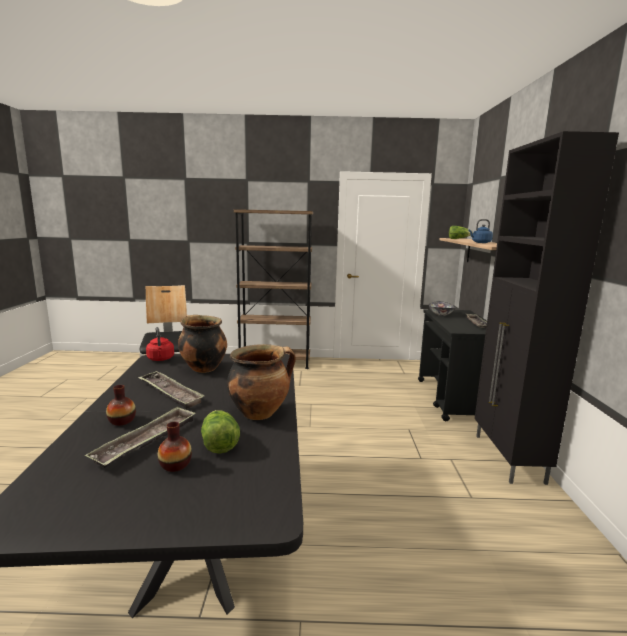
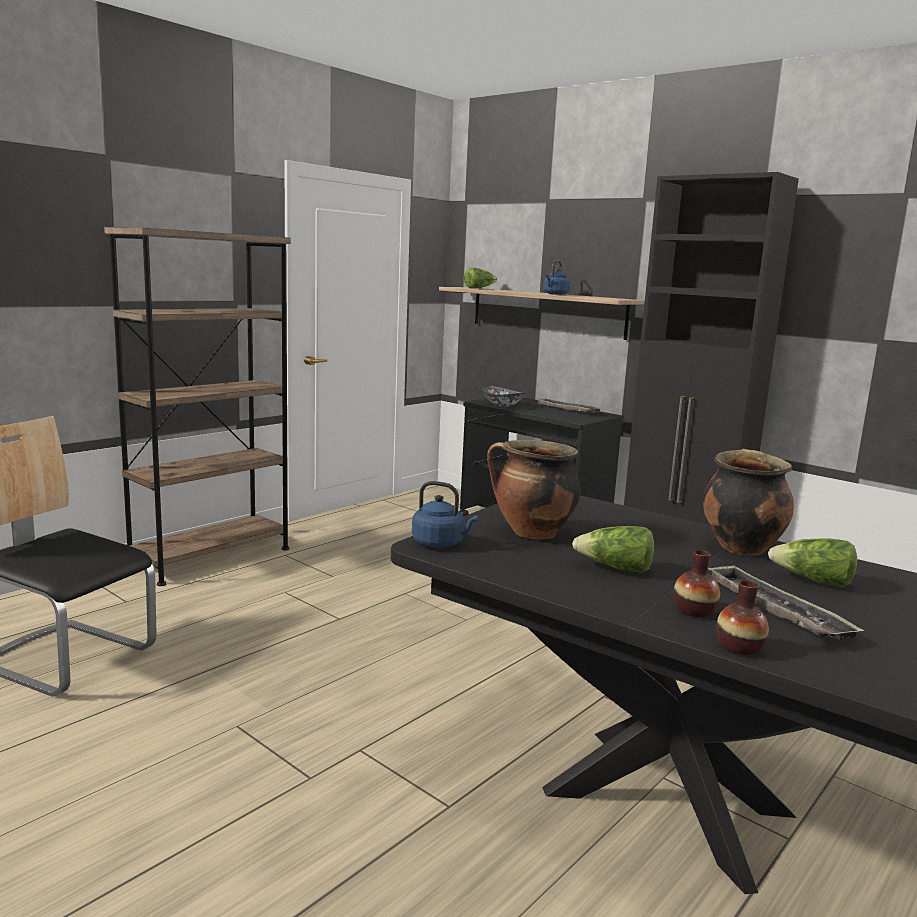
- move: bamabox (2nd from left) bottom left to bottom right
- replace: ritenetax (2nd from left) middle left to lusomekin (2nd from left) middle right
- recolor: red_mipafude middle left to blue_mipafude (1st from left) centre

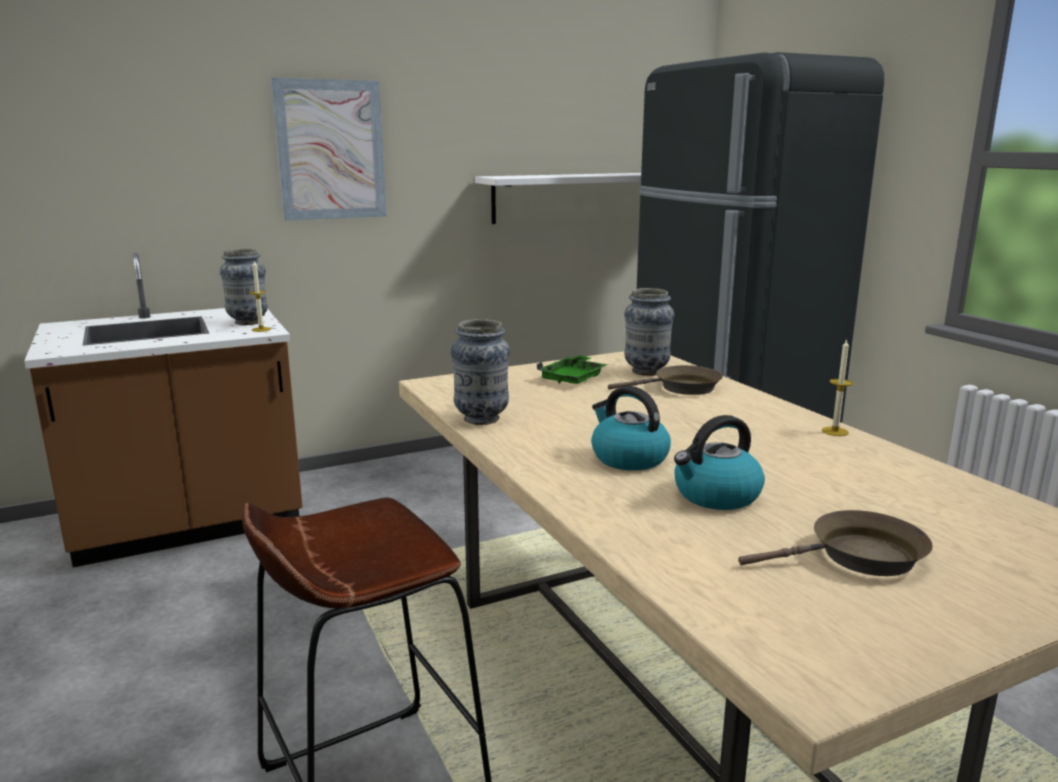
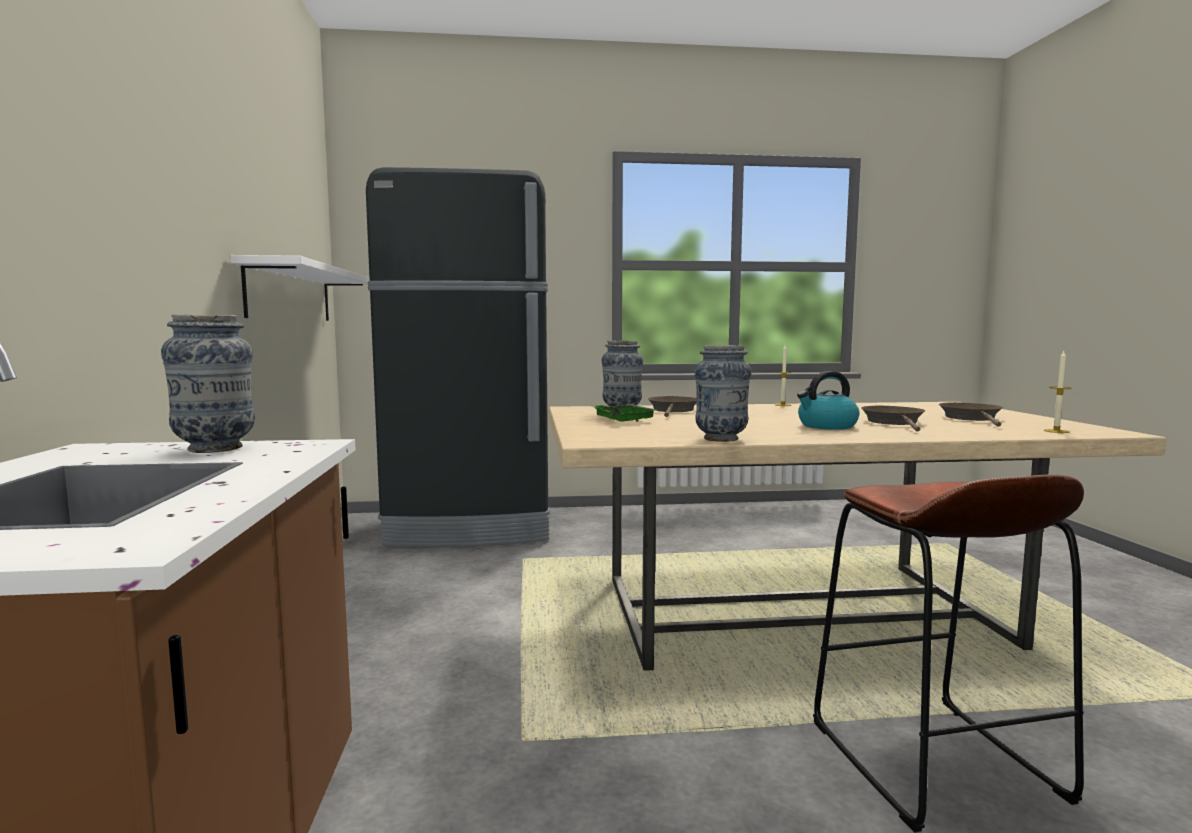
- delete: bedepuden top left
- move: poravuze (1st from left in the first image) middle left to poravuze (2nd from left) middle right
- replace: mipafude (2nd from left) middle right to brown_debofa (2nd from left) middle right

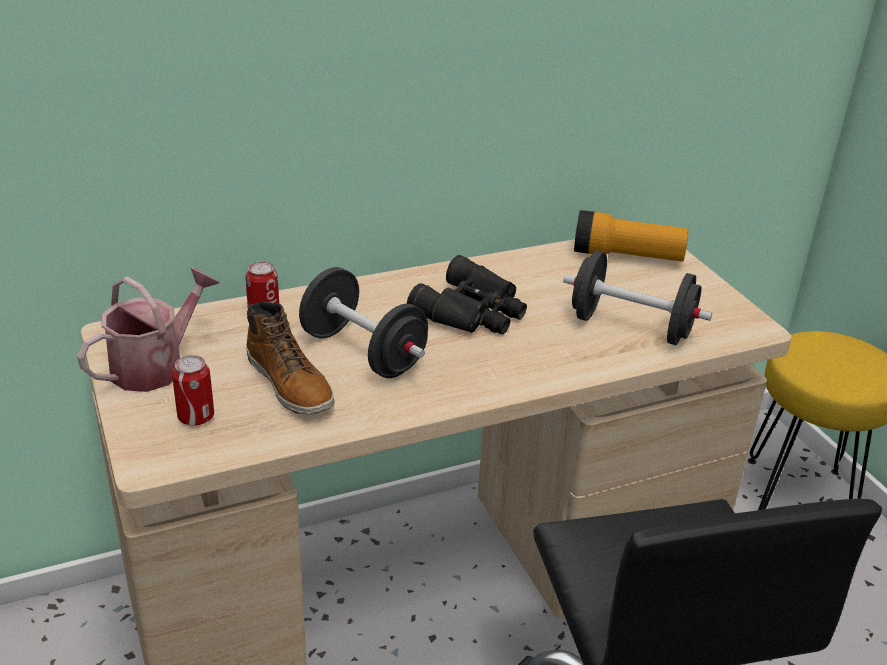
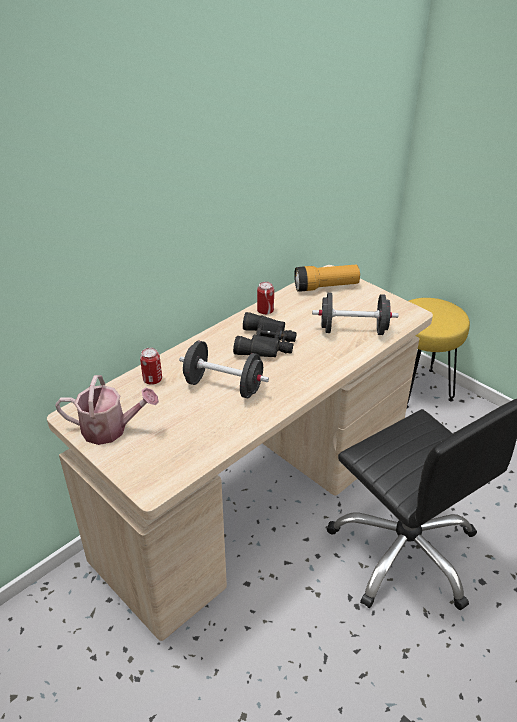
- delete: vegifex middle left
- move: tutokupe (1st from left in the first image) middle left to tutokupe (2nd from left) centre
- rotate: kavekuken middle left = middle left 75 degrees clockwise

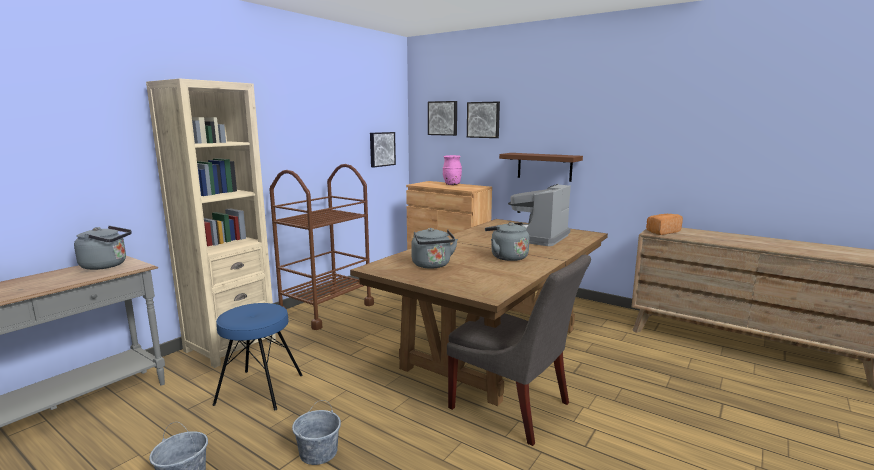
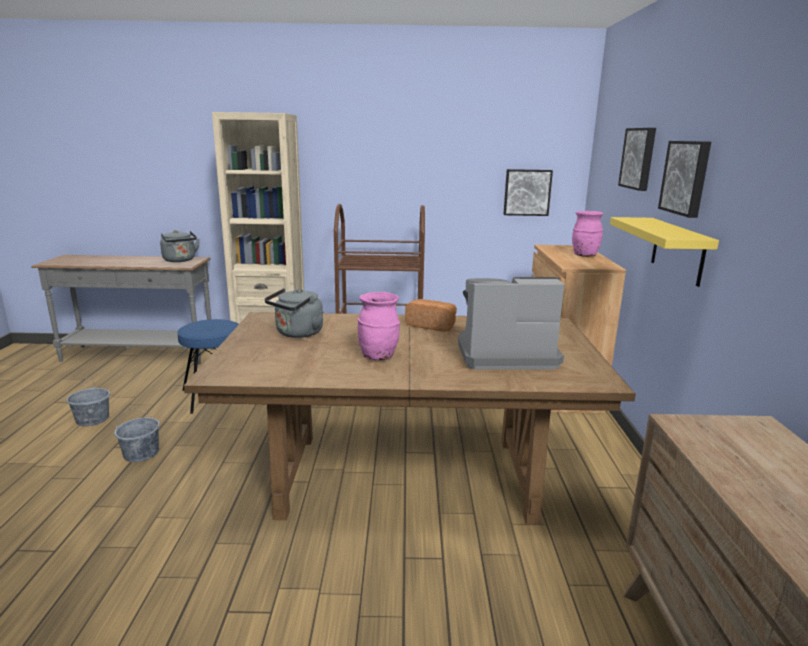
- delete: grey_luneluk bottom centre
- move: bedepuden (2nd from left in the first image) top centre to bedepuden (3rd from left) top right
- move: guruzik middle right to centre
- replace: grey_mipafude (3rd from left) centre to pink_bamabox (1st from left) centre
- recolor: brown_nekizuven centre to yellow_nekizuven middle right

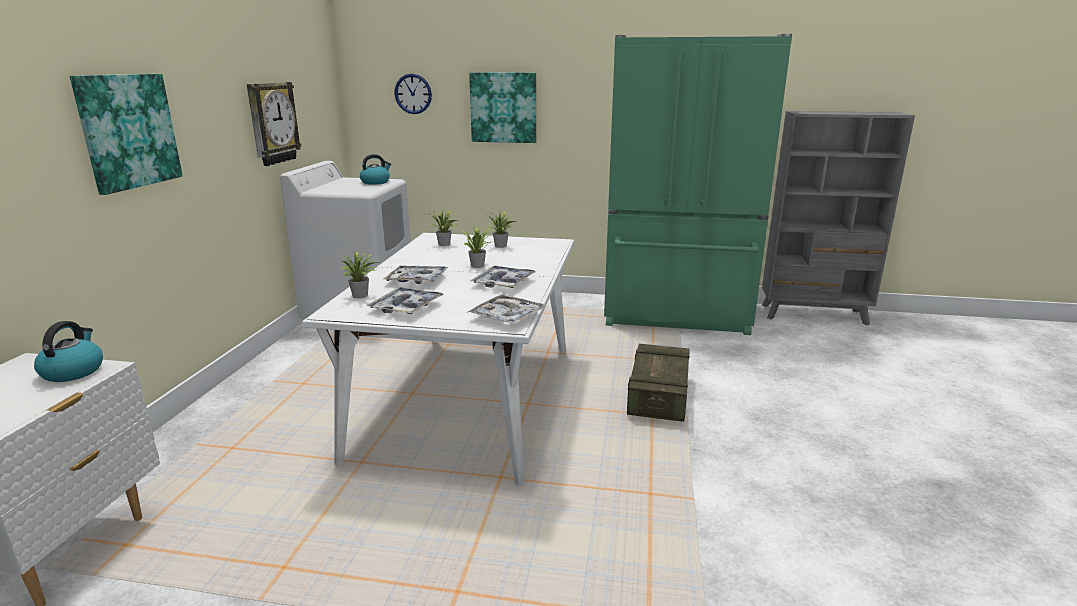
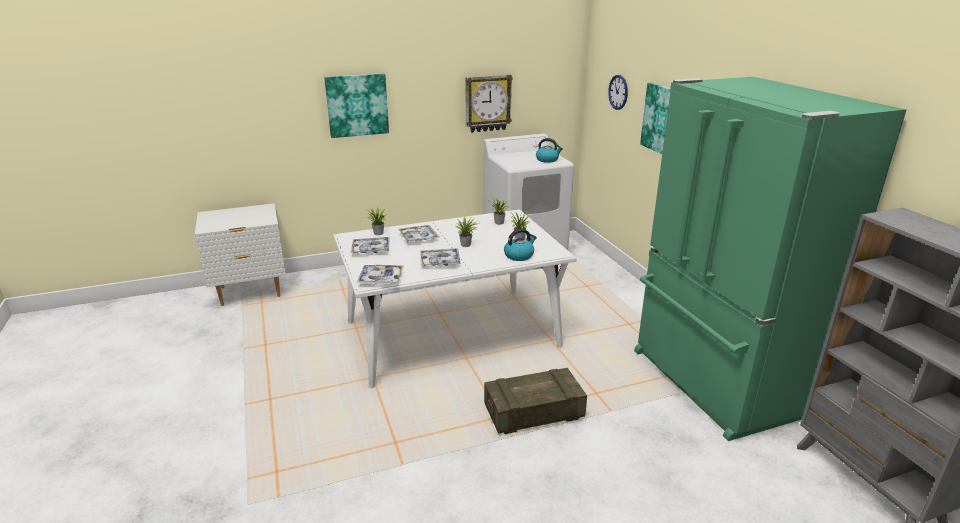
- move: mipafude (1st from left) middle left to centre

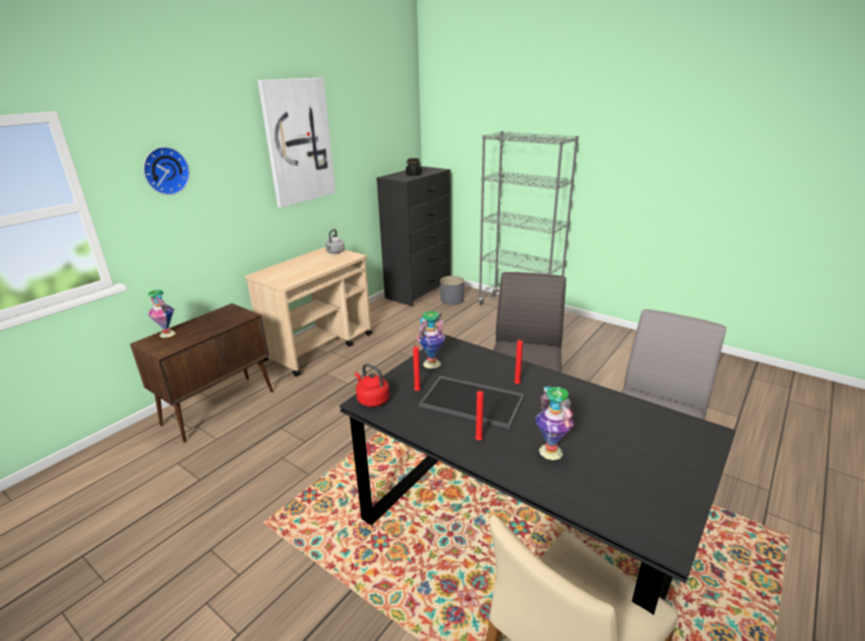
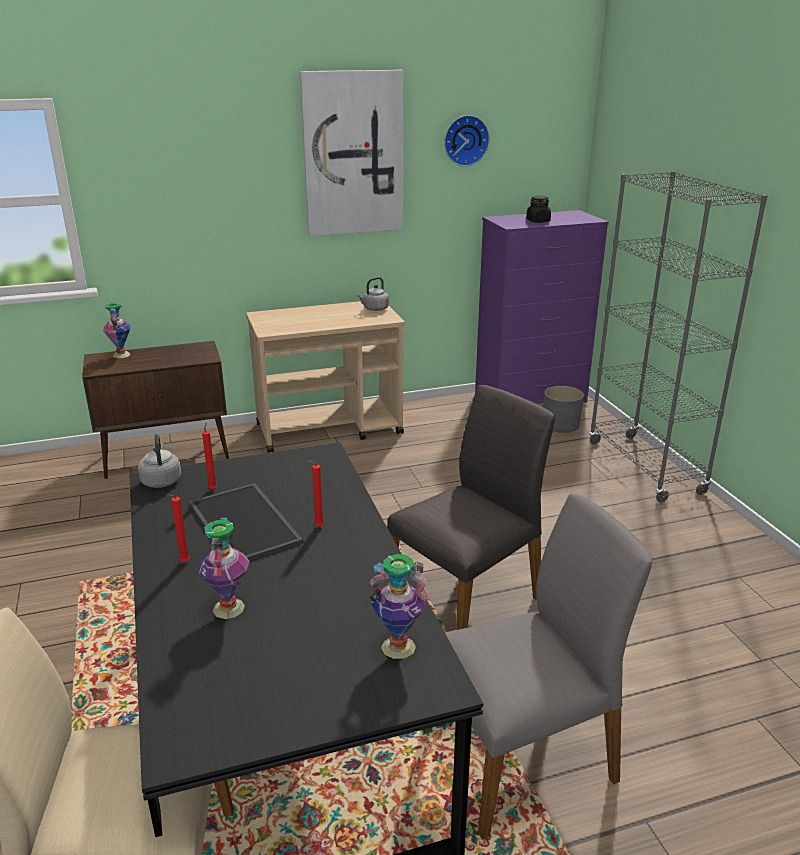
- move: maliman top left to top centre
- move: bamabox (2nd from left in the first image) centre to bamabox (3rd from left) bottom centre
- recolor: red_mipafude centre to grey_mipafude (1st from left) middle left
- recolor: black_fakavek centre to purple_fakavek middle right

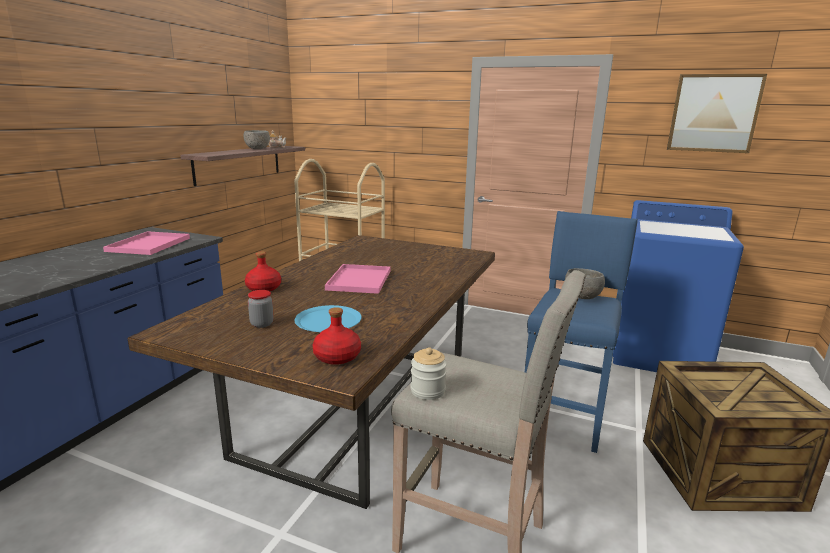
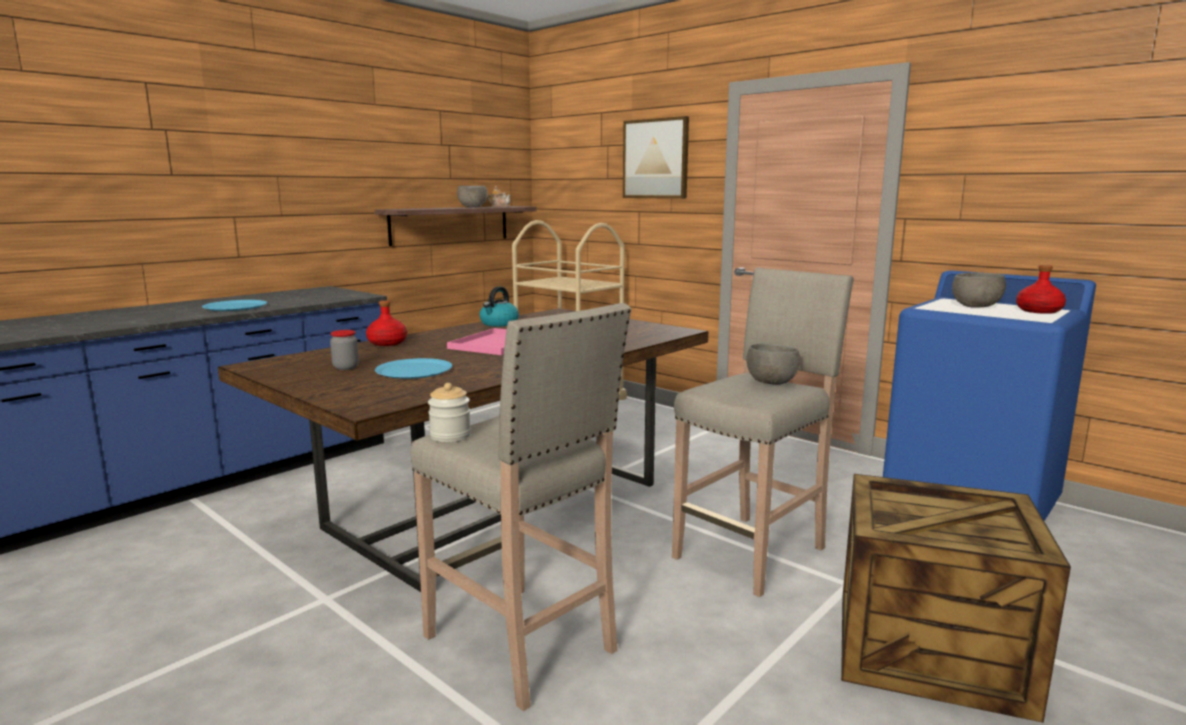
- delete: pink_ritenetax (1st from left) middle left
- insert: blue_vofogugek (1st from left) middle left
- insert: mipafude centre
- insert: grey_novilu (3rd from left) middle right
- move: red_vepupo (2nd from left) centre to middle right
- move: bedepuden top right to top centre
- recolor: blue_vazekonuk middle right to beige_vazekonuk (2nd from left) centre

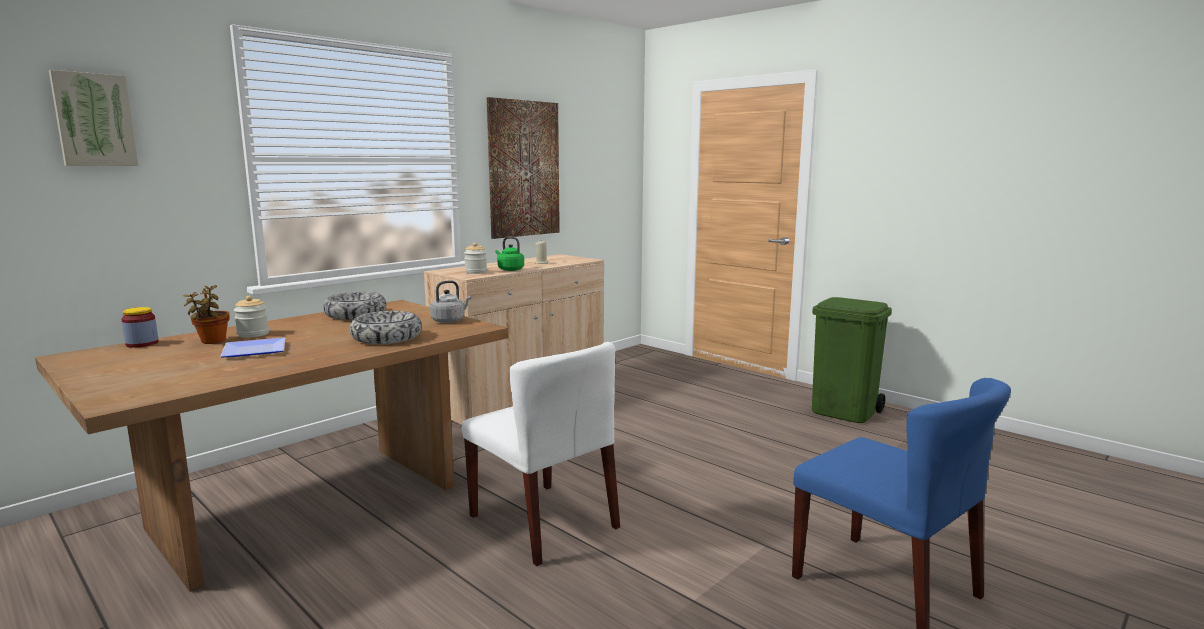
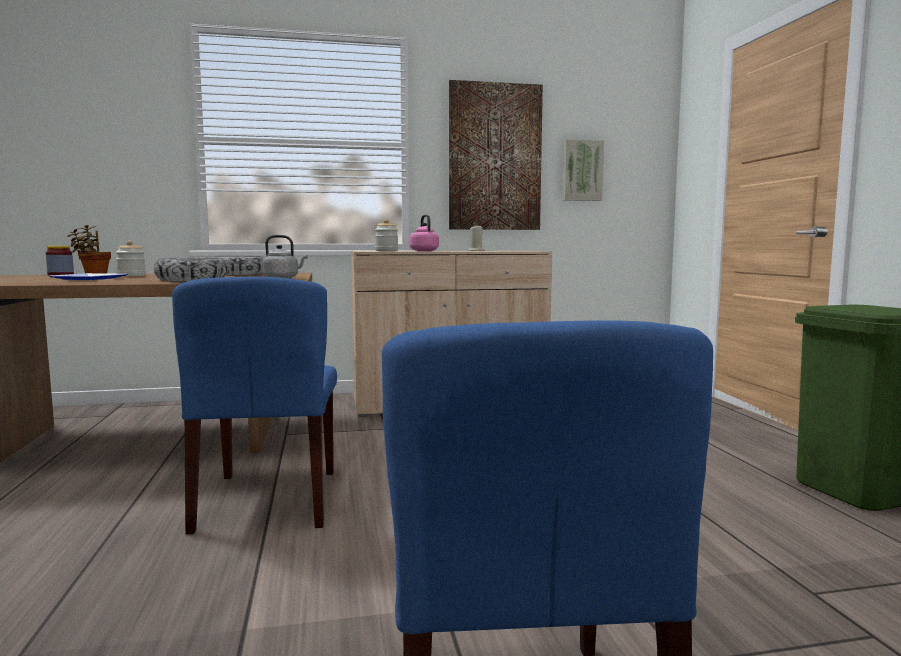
- move: bedepuden (1st from left in the first image) top left to bedepuden (2nd from left) top centre
- recolor: white_luneluk bottom centre to blue_luneluk (1st from left) middle left
- recolor: green_mipafude centre to pink_mipafude centre

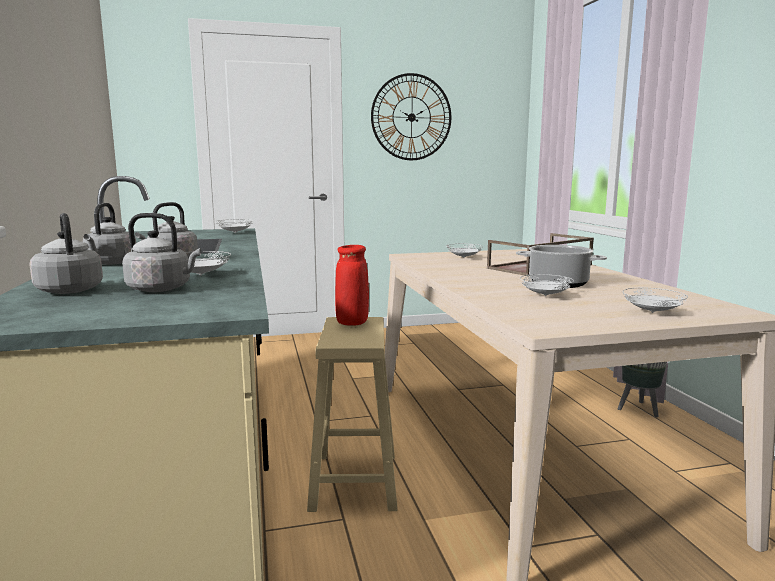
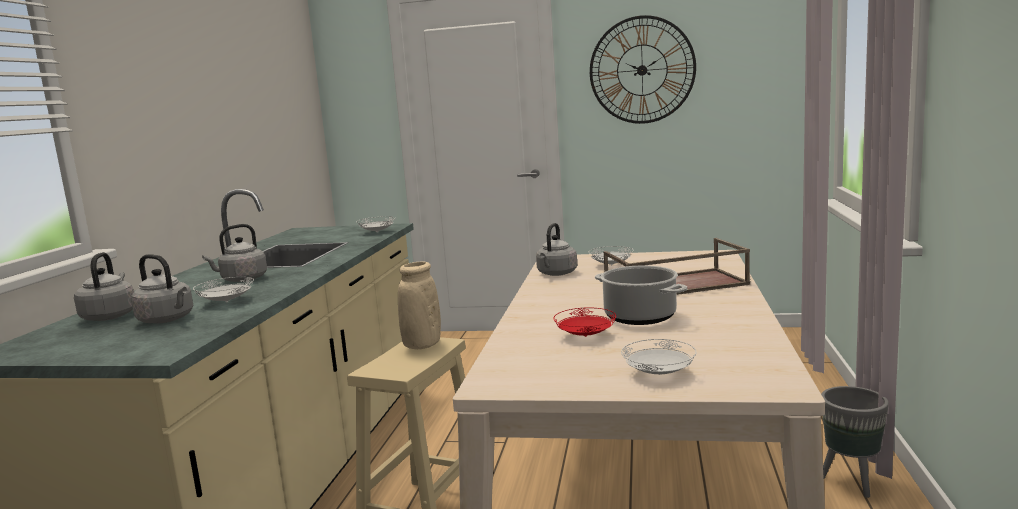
- move: grey_mipafude (2nd from left in the first image) middle left to grey_mipafude (4th from left) centre
- recolor: red_bamabox centre to beige_bamabox centre
- recolor: white_vofogugek (4th from left) middle right to red_vofogugek centre

